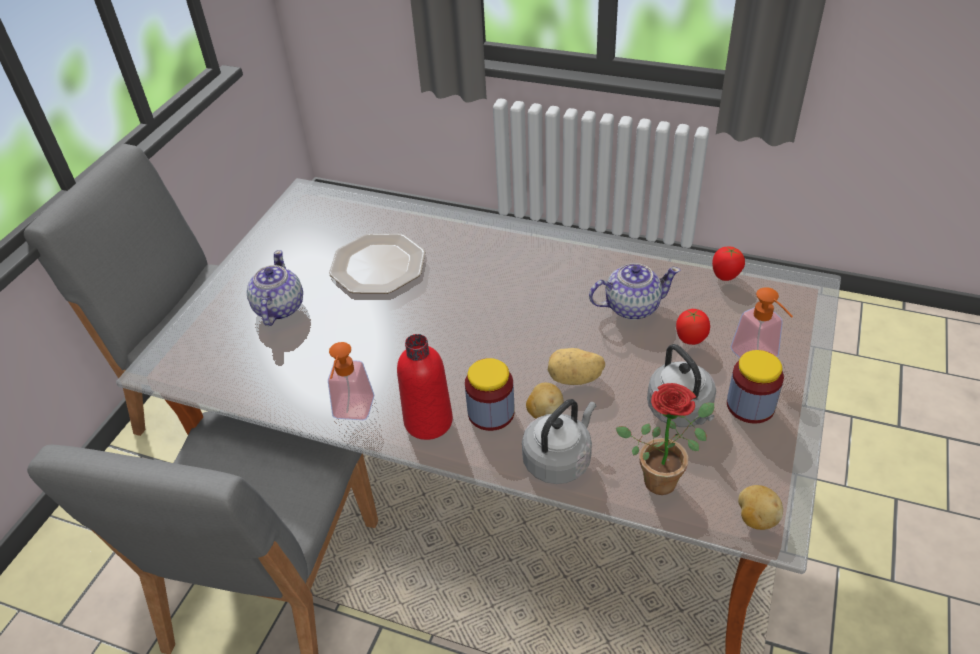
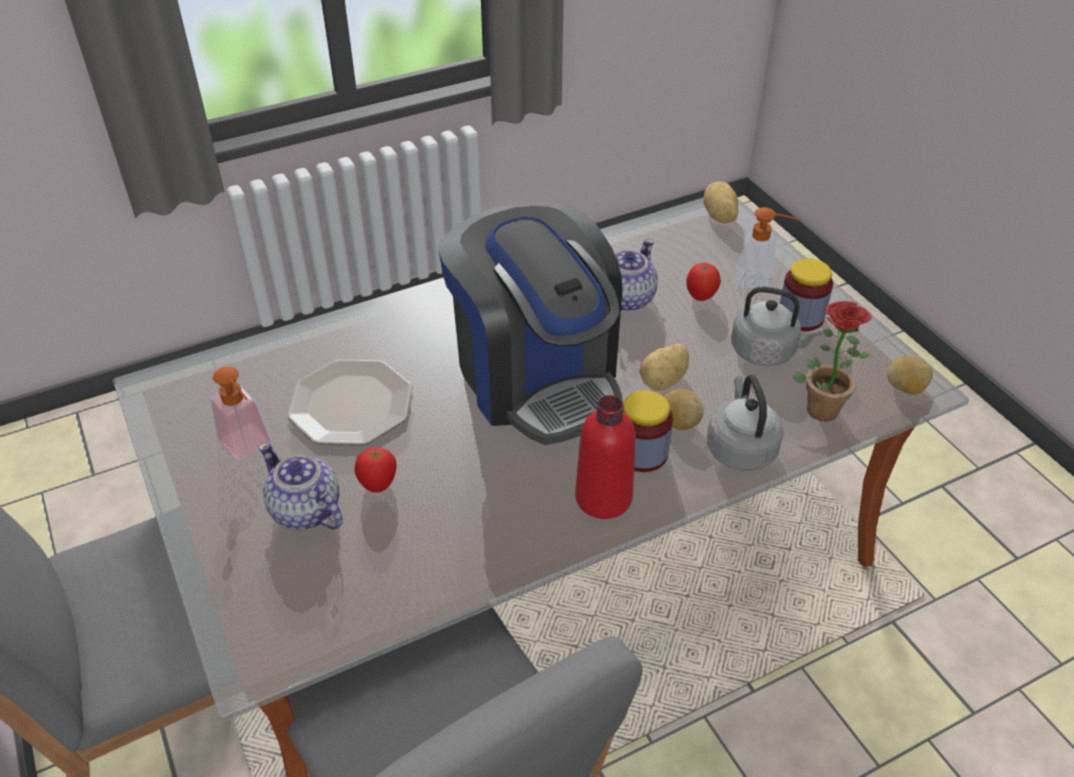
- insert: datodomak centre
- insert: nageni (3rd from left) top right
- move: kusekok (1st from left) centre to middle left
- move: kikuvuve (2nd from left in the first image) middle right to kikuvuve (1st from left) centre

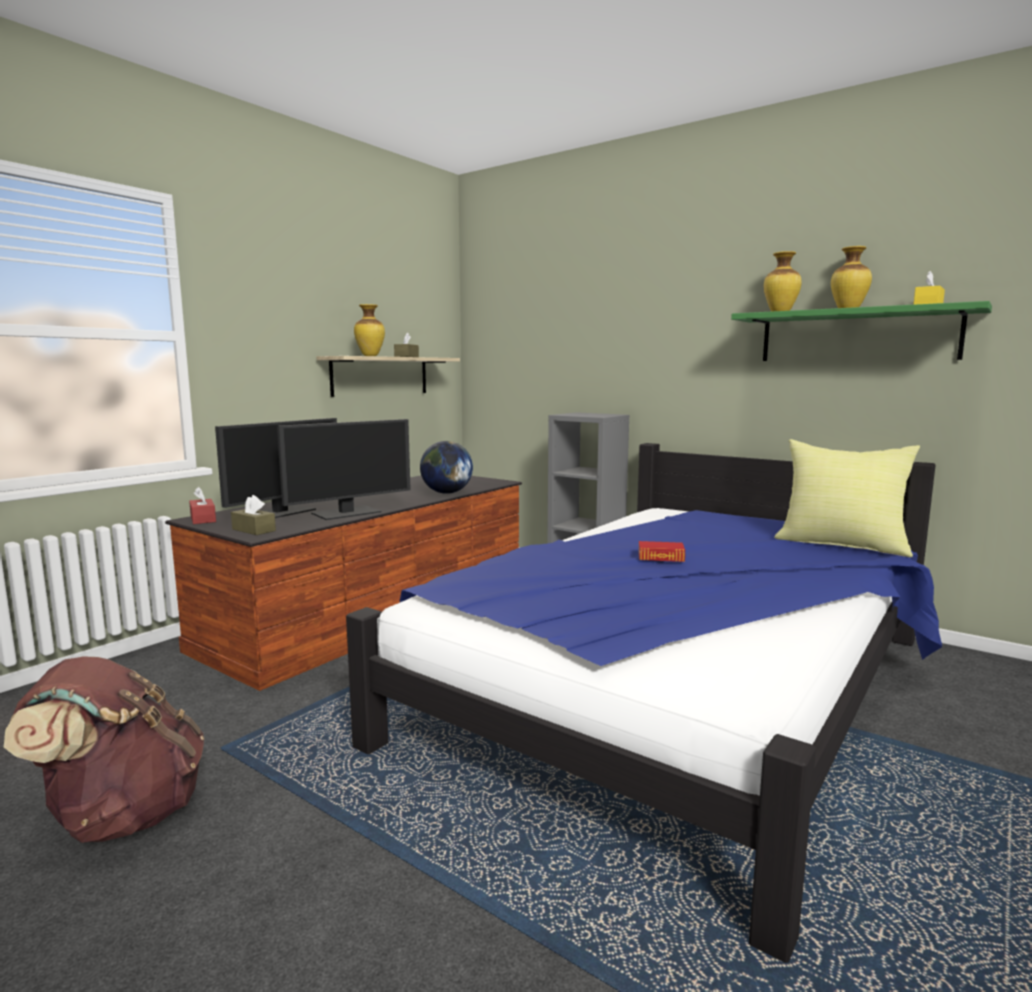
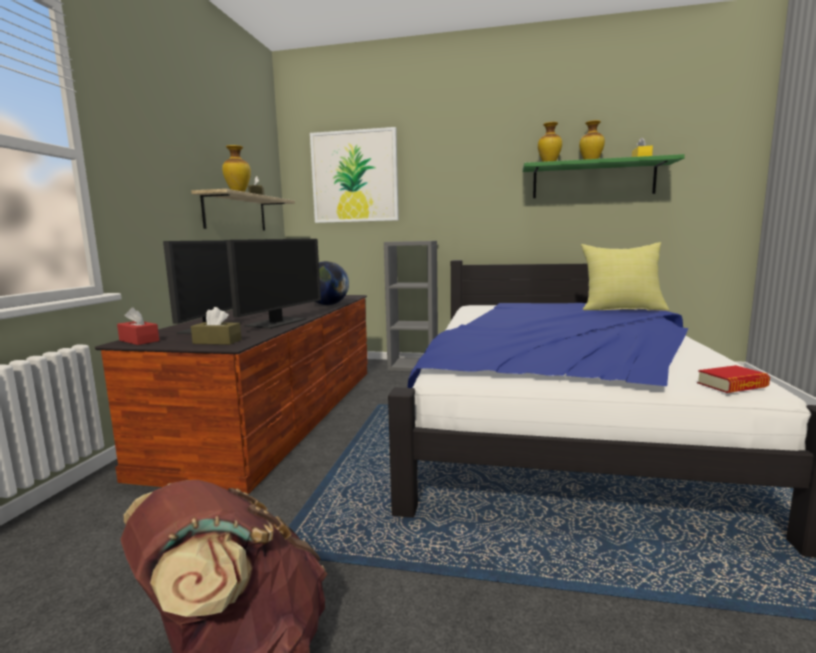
- insert: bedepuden top centre
- move: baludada centre to middle right

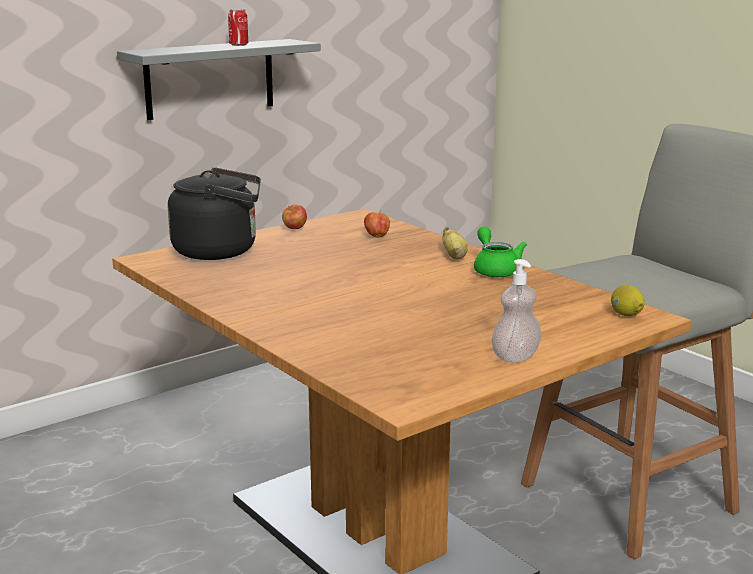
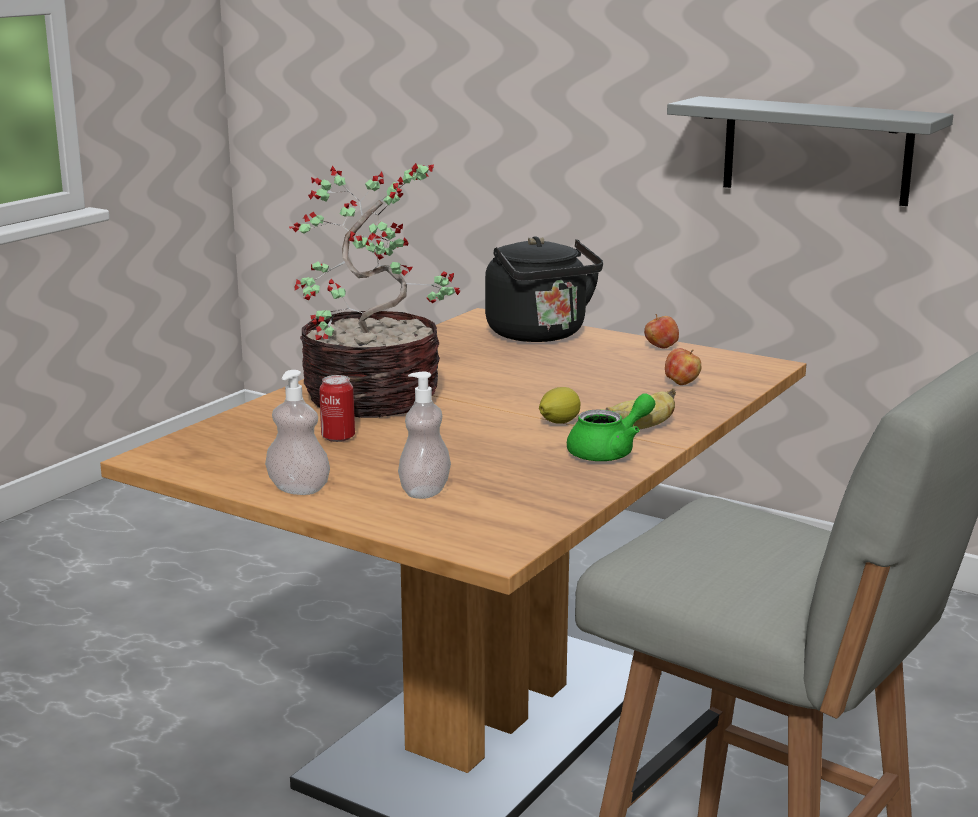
- insert: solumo centre
- insert: kusekok (2nd from left) centre
- move: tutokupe top left to centre
- move: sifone middle right to centre

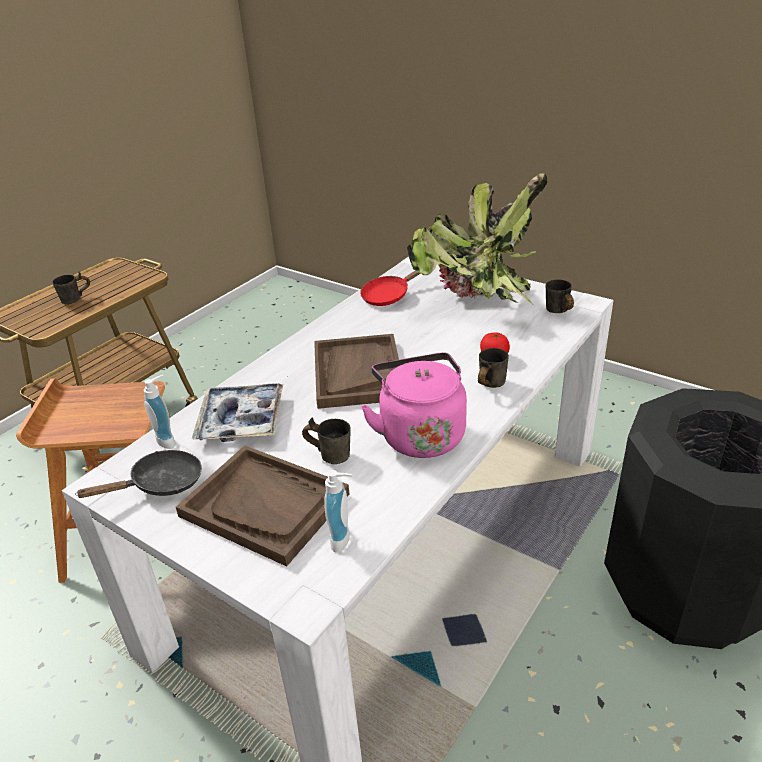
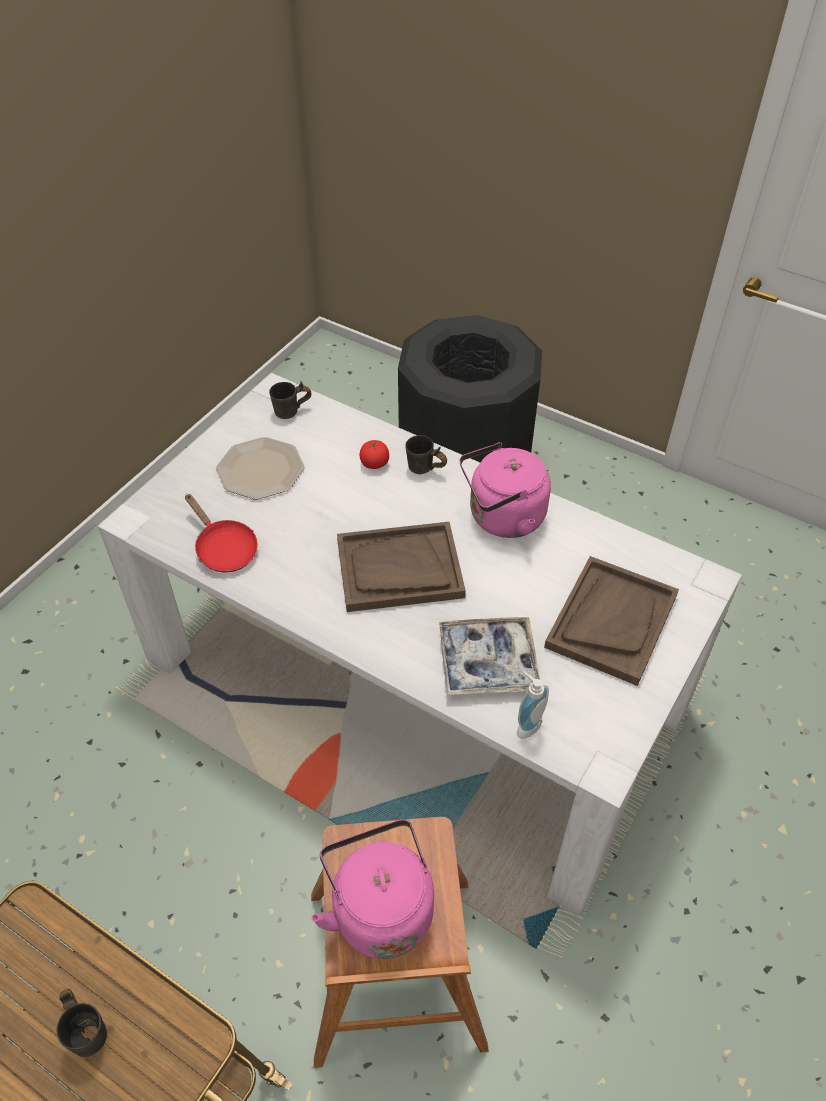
- delete: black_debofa middle left
- delete: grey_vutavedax (2nd from left) centre
- delete: kusekok (2nd from left) bottom centre
- insert: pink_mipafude (1st from left) bottom centre
- replace: solumo top centre to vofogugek middle left

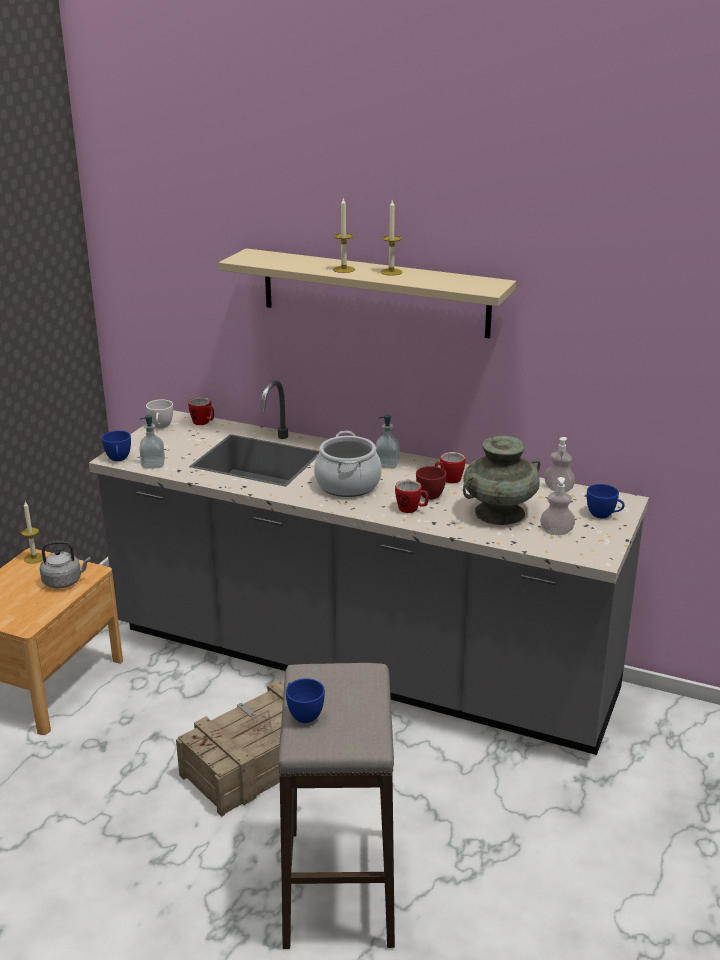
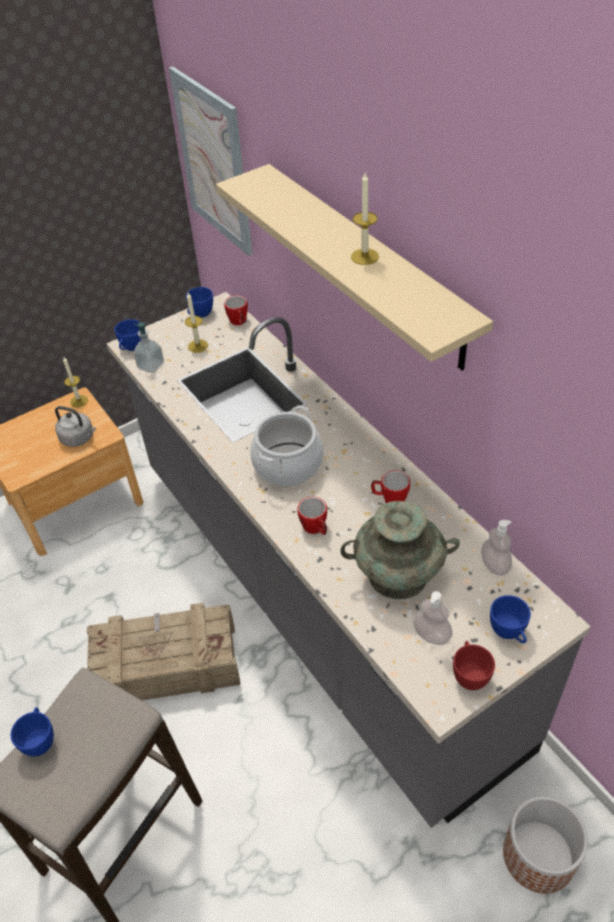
- delete: kusekok (2nd from left) centre
- insert: bedepuden top centre
- insert: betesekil bottom right
- move: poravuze (2nd from left) top centre to middle left
- move: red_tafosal centre to bottom right
- recolor: white_tafosal middle left to blue_tafosal (3rd from left) top left

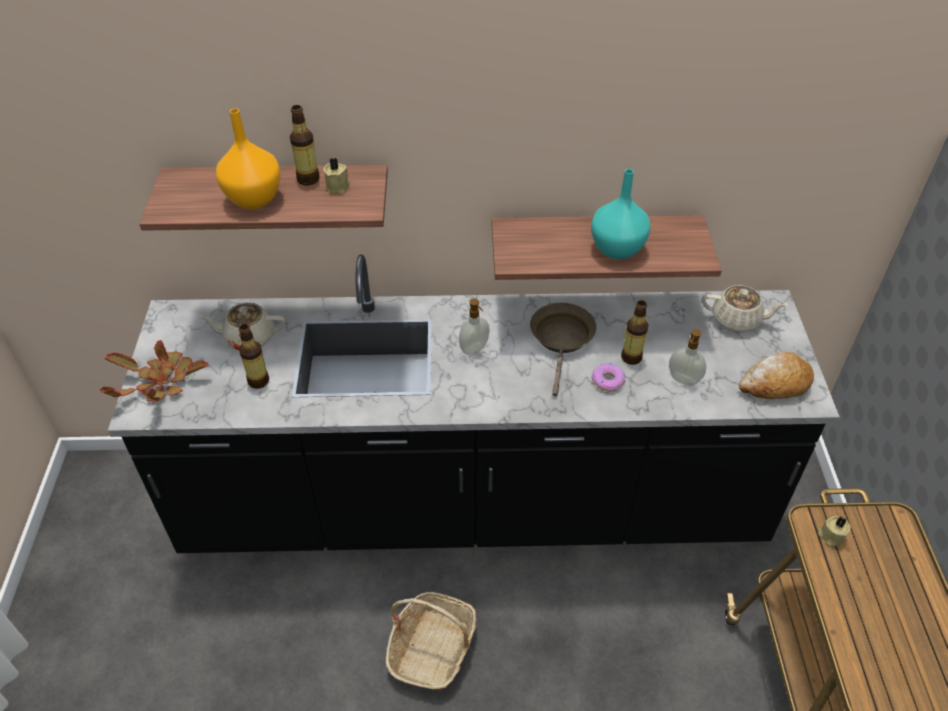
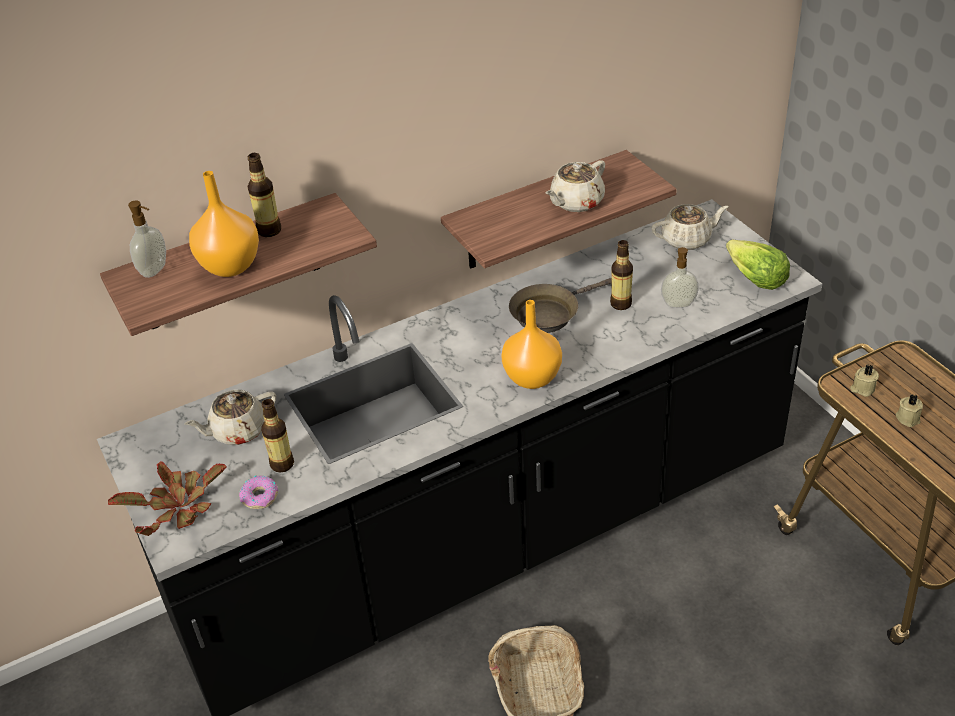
- insert: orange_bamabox (2nd from left) centre
- move: beige_poravuze (1st from left in the first image) top centre to beige_poravuze (2nd from left) middle right
- move: kusekok (1st from left) centre to middle left
- move: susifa centre to bottom left
- replace: turquoise_bamabox top centre to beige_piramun (2nd from left) top centre
- replace: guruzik middle right to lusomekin middle right
- rotate: brown_debofa centre = centre 105 degrees counterclockwise

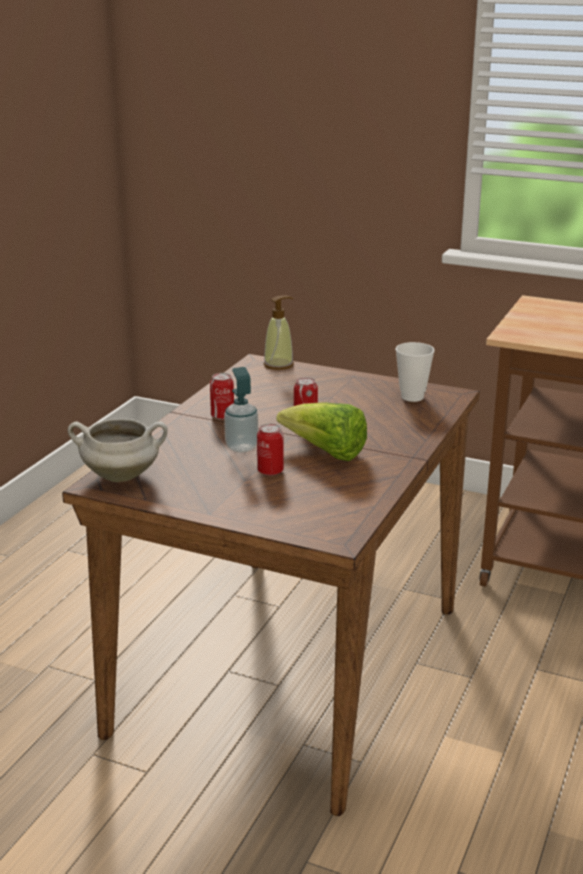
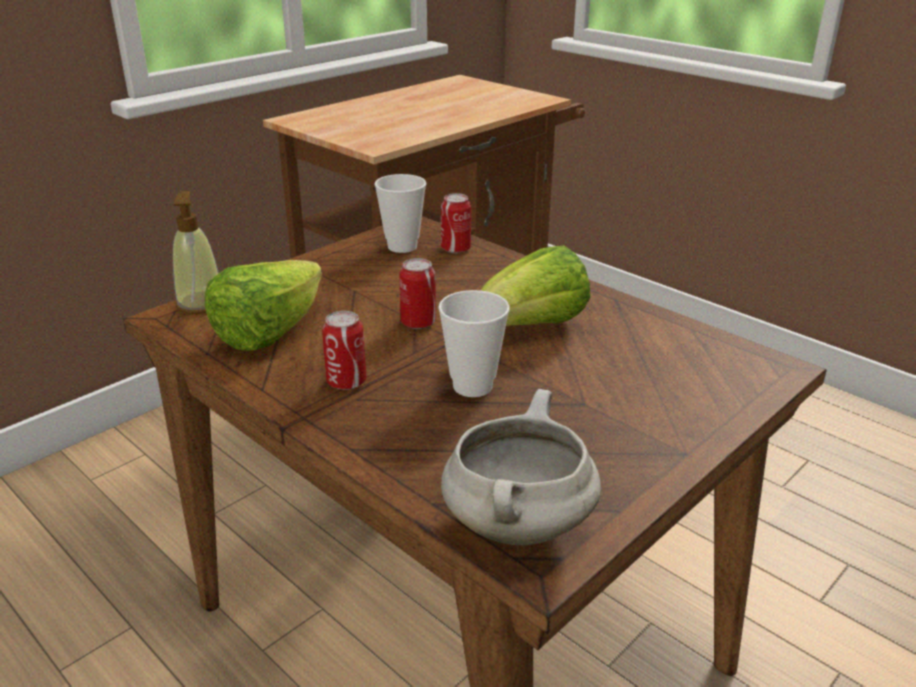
- insert: lusomekin (1st from left) middle left
- move: tutokupe (2nd from left in the first image) centre to tutokupe (3rd from left) top centre
- replace: kusekok (1st from left) centre to tafosal (2nd from left) centre

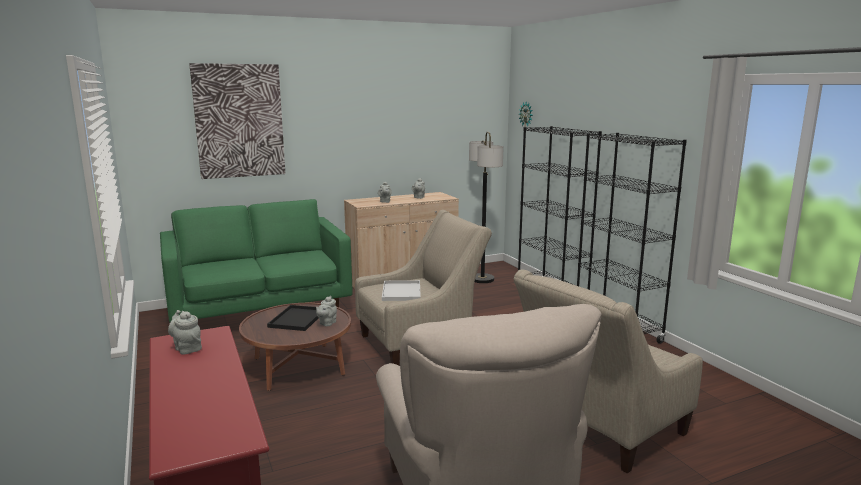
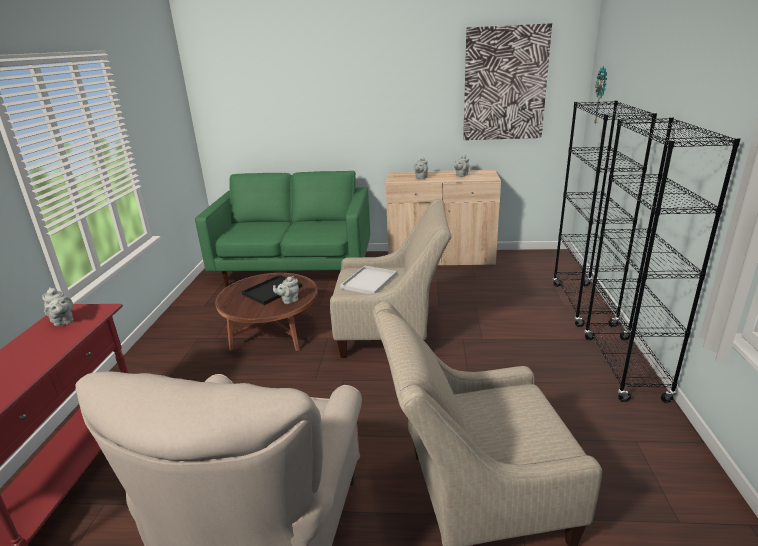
- delete: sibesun centre
- move: bedepuden top left to top right
- rotate: grey_piramun (1st from left) bottom left = middle left 150 degrees clockwise

